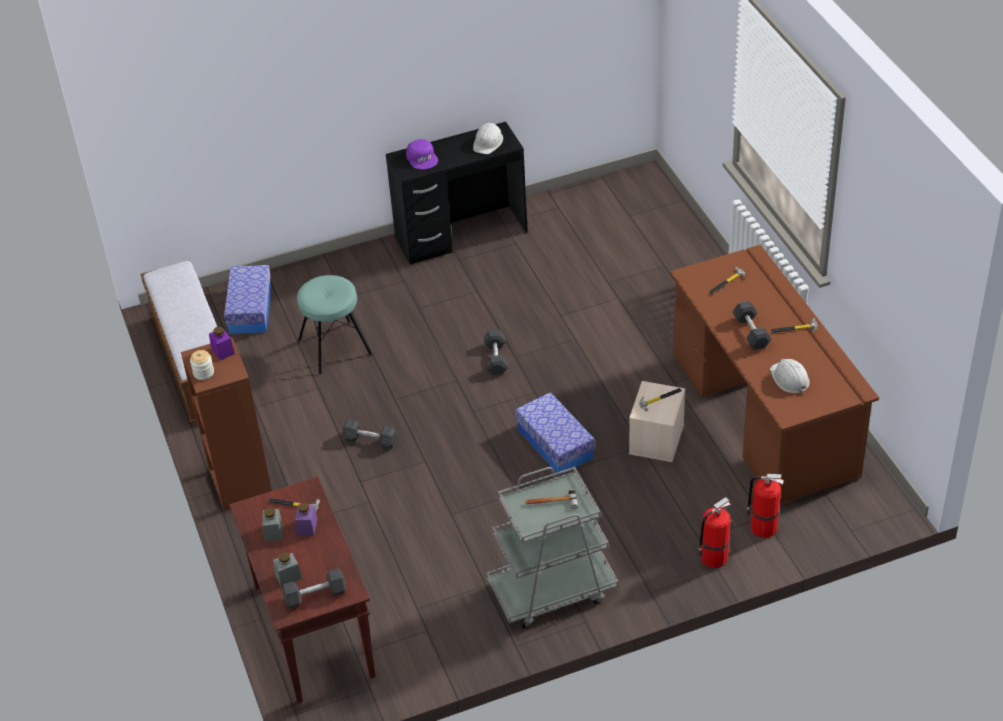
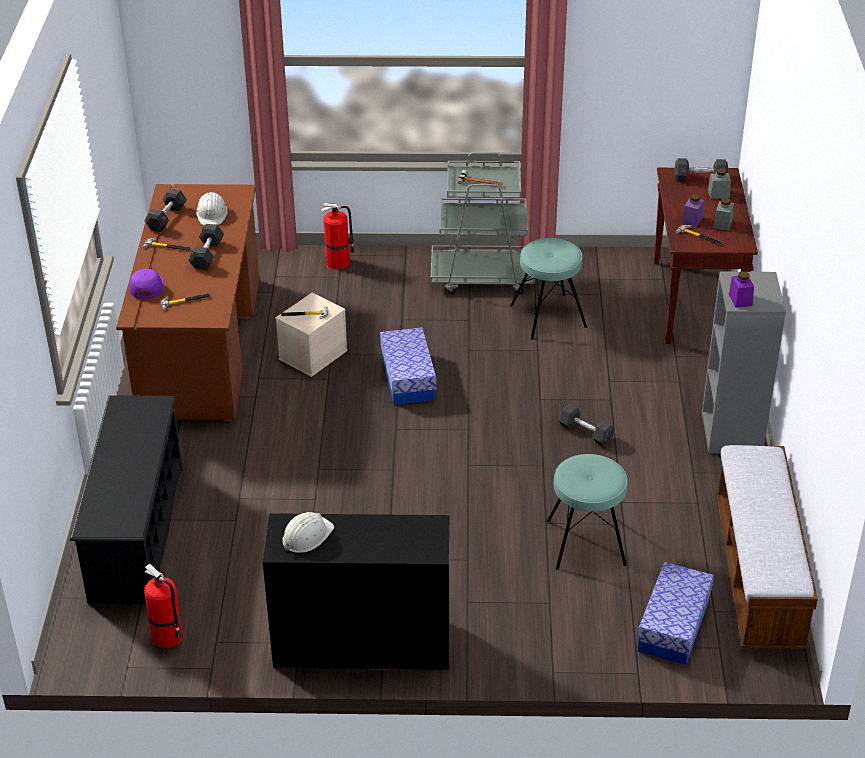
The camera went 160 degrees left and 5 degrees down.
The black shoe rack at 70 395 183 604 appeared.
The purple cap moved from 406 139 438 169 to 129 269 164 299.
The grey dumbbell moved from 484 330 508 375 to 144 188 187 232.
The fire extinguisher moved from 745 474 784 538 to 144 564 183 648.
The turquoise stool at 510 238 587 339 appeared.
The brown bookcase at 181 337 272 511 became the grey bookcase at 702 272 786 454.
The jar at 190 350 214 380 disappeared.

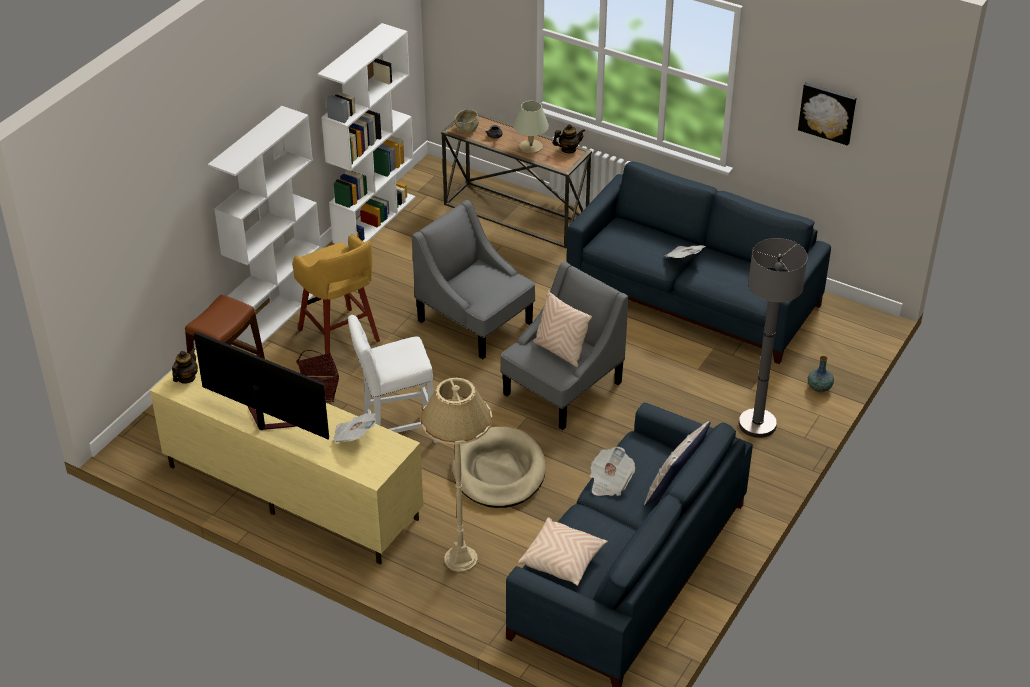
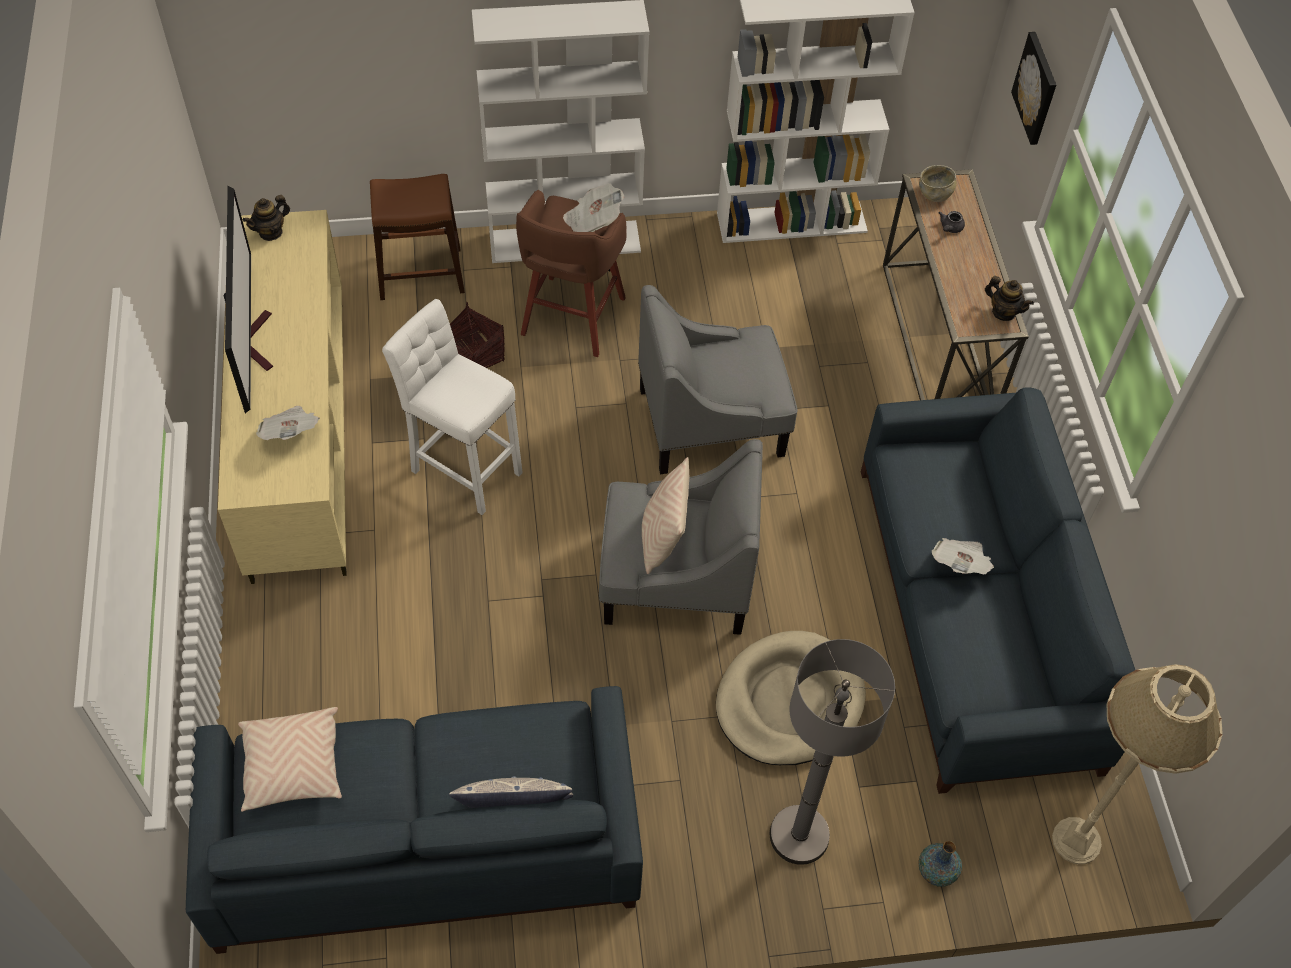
The camera went 50 degrees right and 15 degrees up.
The teapot at 172 348 198 384 turned 150 degrees clockwise.
The yellow stool at 292 234 380 363 became the brown stool at 516 190 627 357.
The newspaper moved from 590 447 635 496 to 563 183 624 232.
The grey armchair at 412 200 535 359 turned 105 degrees counterclockwise.
The beige dog bed moved from 452 426 546 508 to 716 631 866 765.
The picture moved from 798 83 856 146 to 1011 32 1056 145.
The beige floor lamp moved from 420 378 493 572 to 1052 664 1223 864.
The beige table lamp at 514 101 549 154 disappeared.

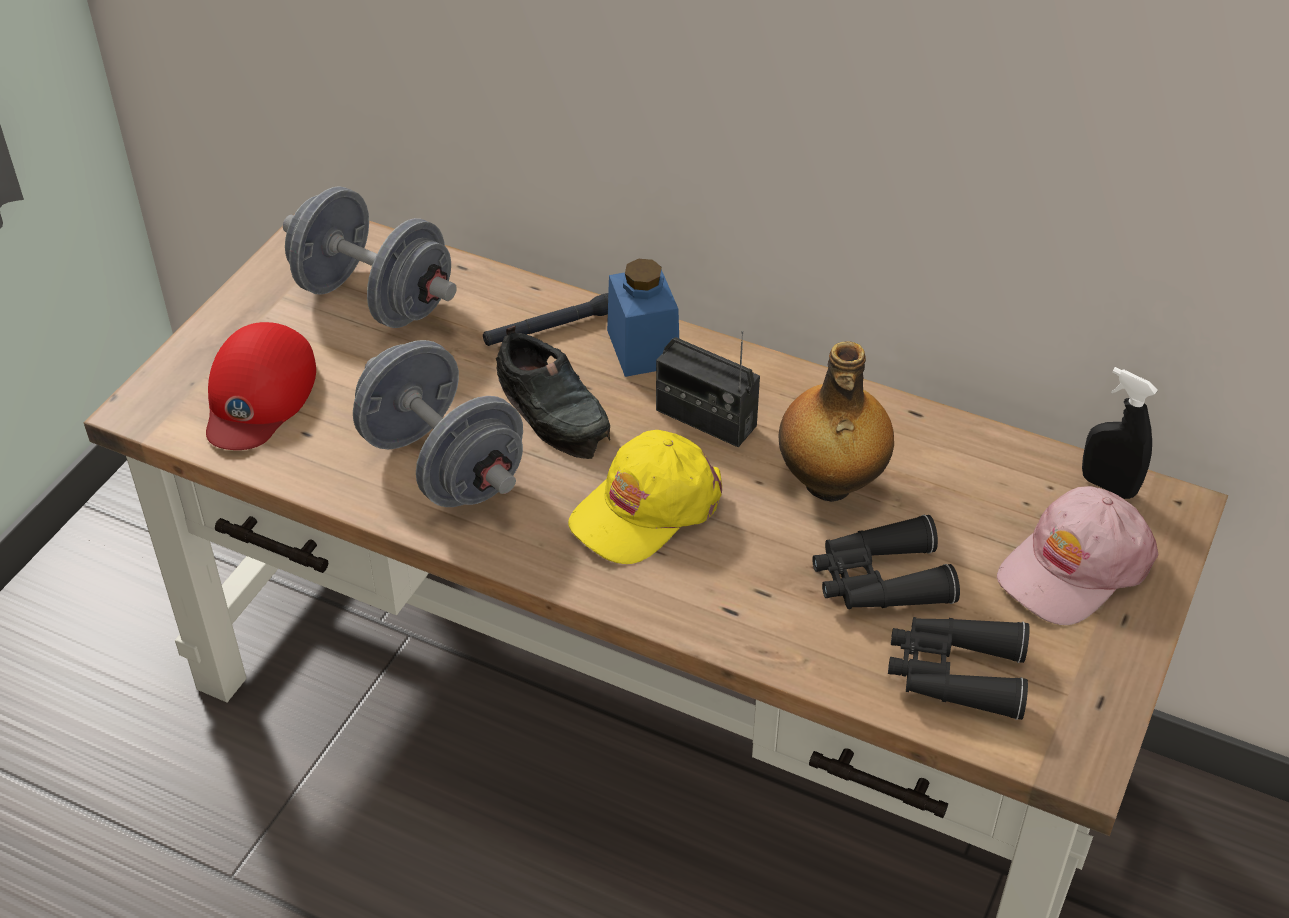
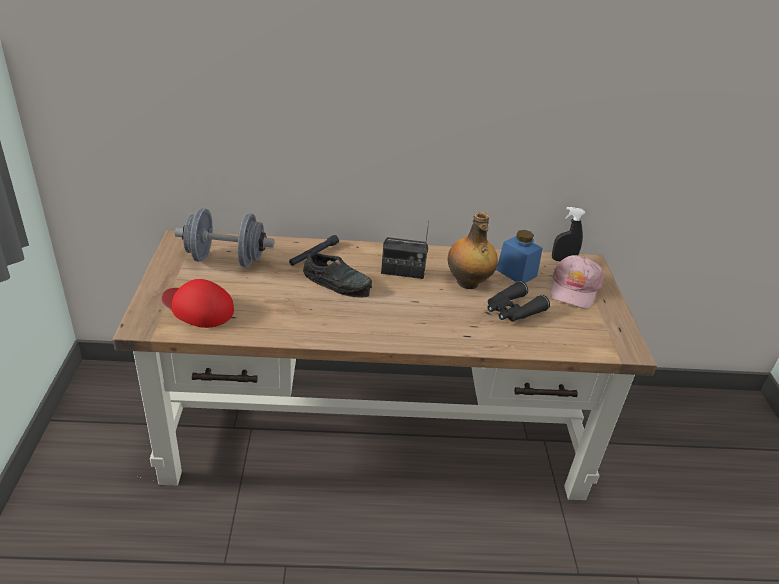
The camera went 30 degrees left and 10 degrees down.
The red cap at 206 322 316 450 turned 135 degrees clockwise.
The blue jar moved from 607 259 679 377 to 496 230 543 283.
The grey dumbbell at 353 340 523 507 disappeared.
The yellow cap at 568 430 722 564 disappeared.
The black binoculars at 888 617 1030 720 disappeared.

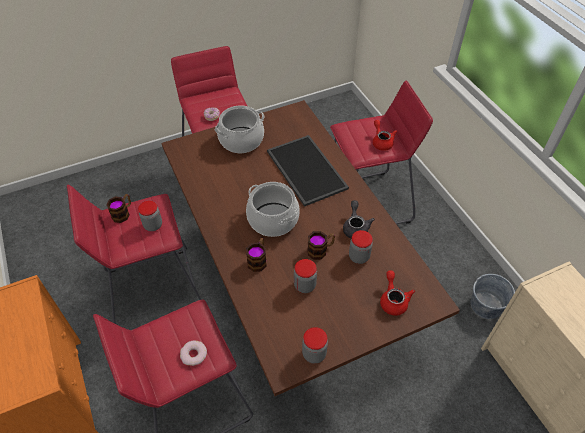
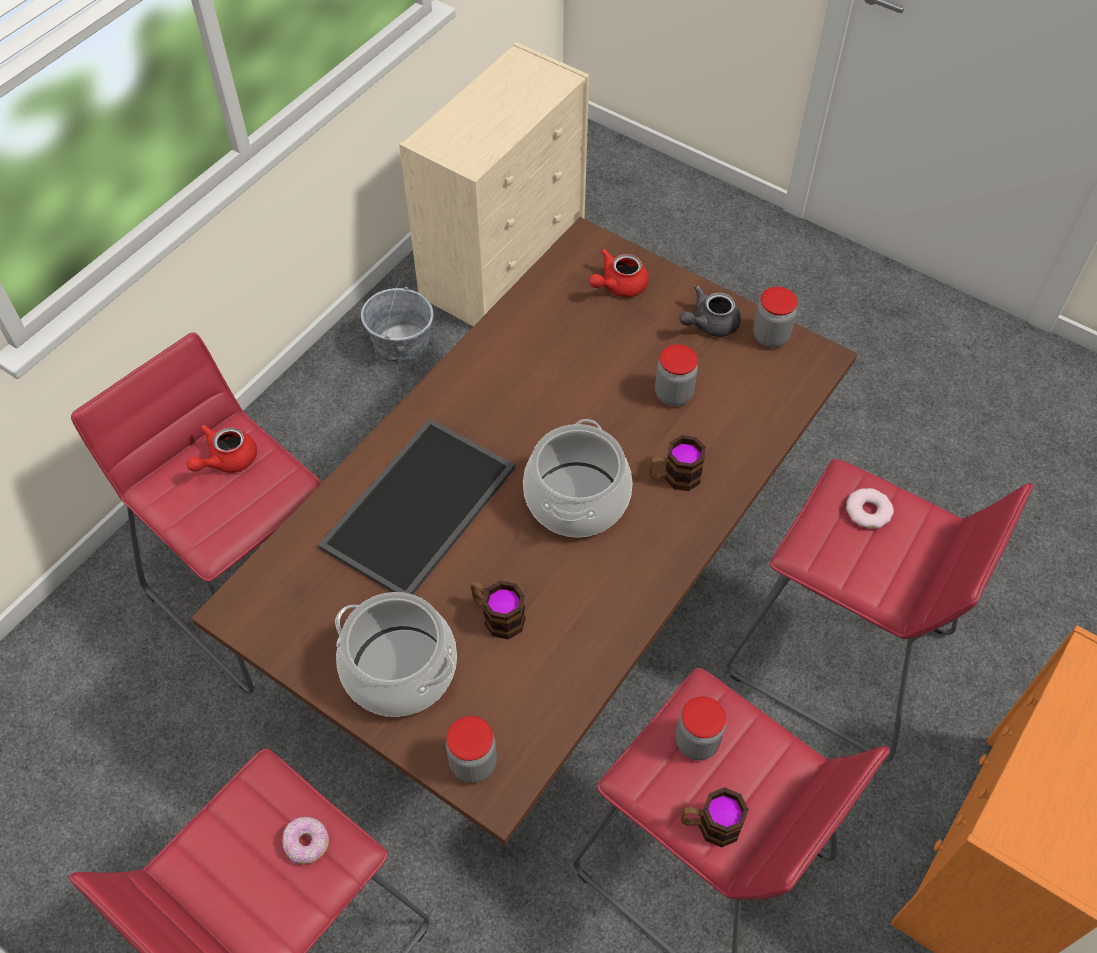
The camera went 120 degrees left and 5 degrees up.
The jar moved from 349 230 373 264 to 446 716 497 783.
The mug moved from 307 231 335 260 to 470 580 526 639.
The grey teapot moved from 343 200 375 239 to 679 285 741 337.

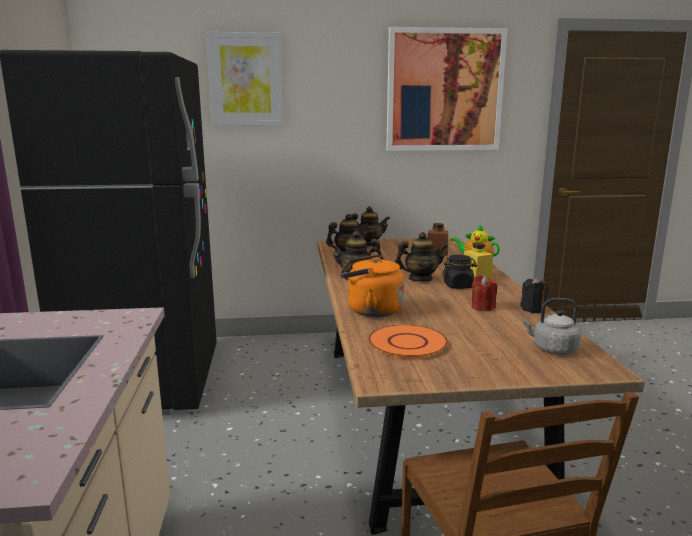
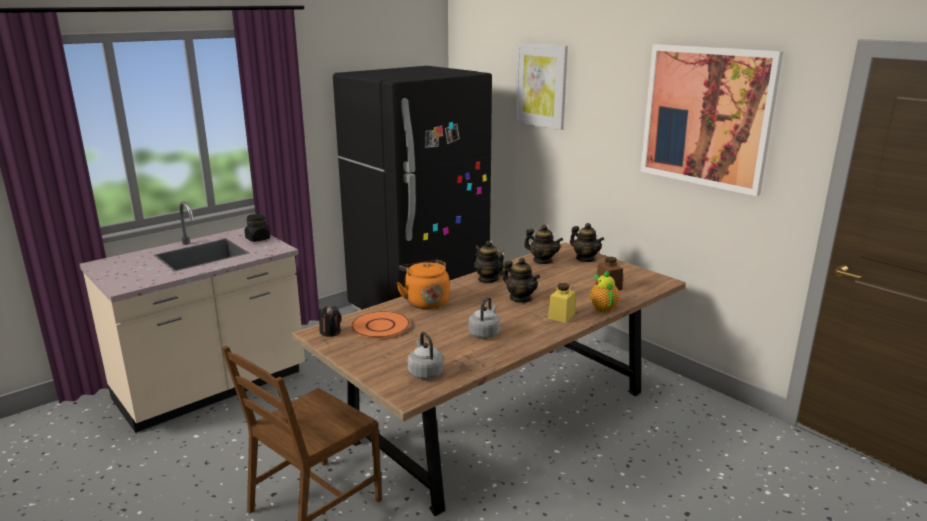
The camera went 55 degrees right and 5 degrees up.
The black jar moved from 442 255 477 289 to 245 214 270 242.
The black candle moved from 520 277 549 313 to 319 306 341 337.
The red candle at 472 275 497 311 was replaced by the grey kettle at 468 297 500 339.

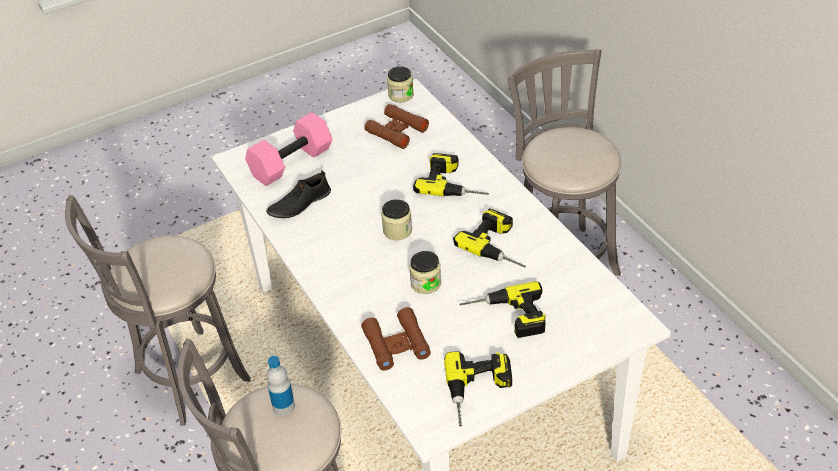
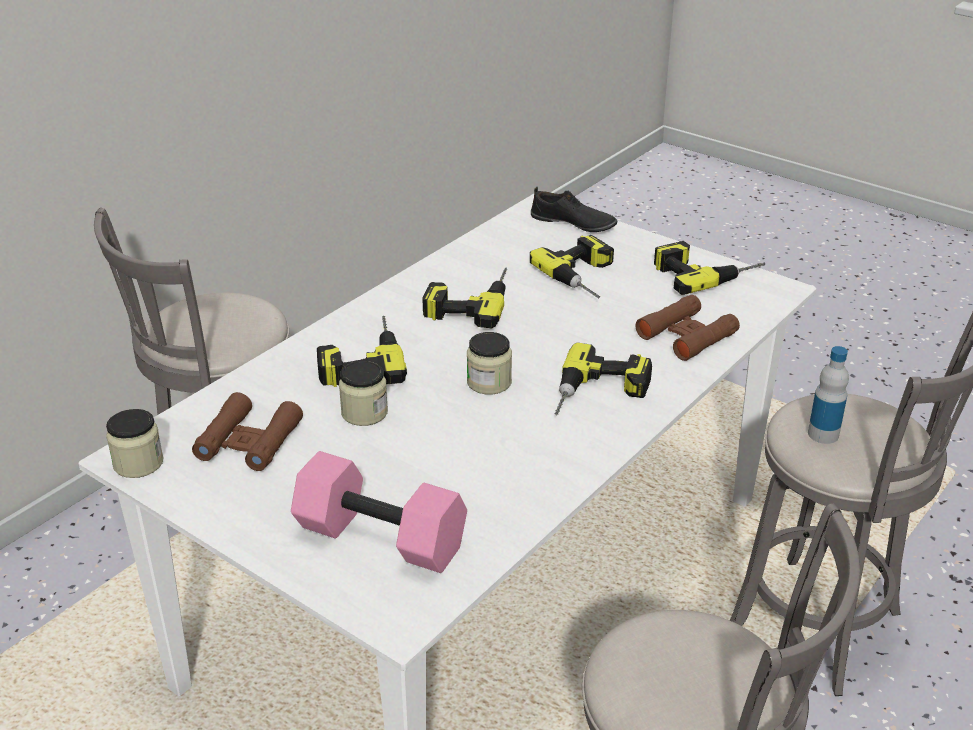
The camera went 115 degrees left and 10 degrees down.
The jar moved from 409 251 441 294 to 339 361 388 426.
The black shoe moved from 266 171 331 218 to 531 187 617 232.
The power drill at 554 342 652 416 appeared.

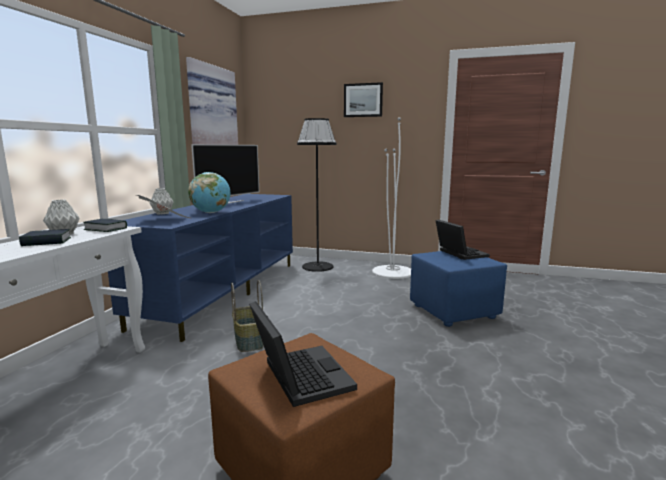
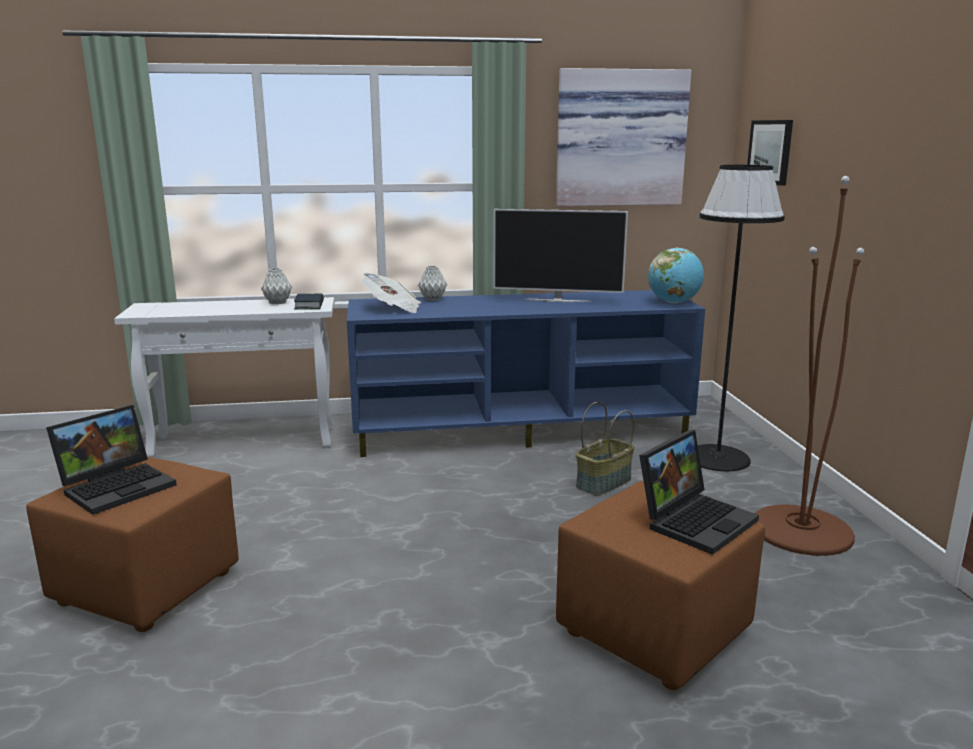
The camera went 65 degrees right and 5 degrees up.
The blue ottoman at 410 251 507 327 became the brown ottoman at 556 481 765 690.
The basket moved from 231 280 264 352 to 576 402 635 496.
The globe moved from 188 172 231 213 to 648 247 704 303.
The picture moved from 344 82 383 117 to 747 120 793 186.
The white floor lamp at 372 117 411 279 became the brown floor lamp at 755 176 864 556.
The book at 19 229 71 246 disappeared.

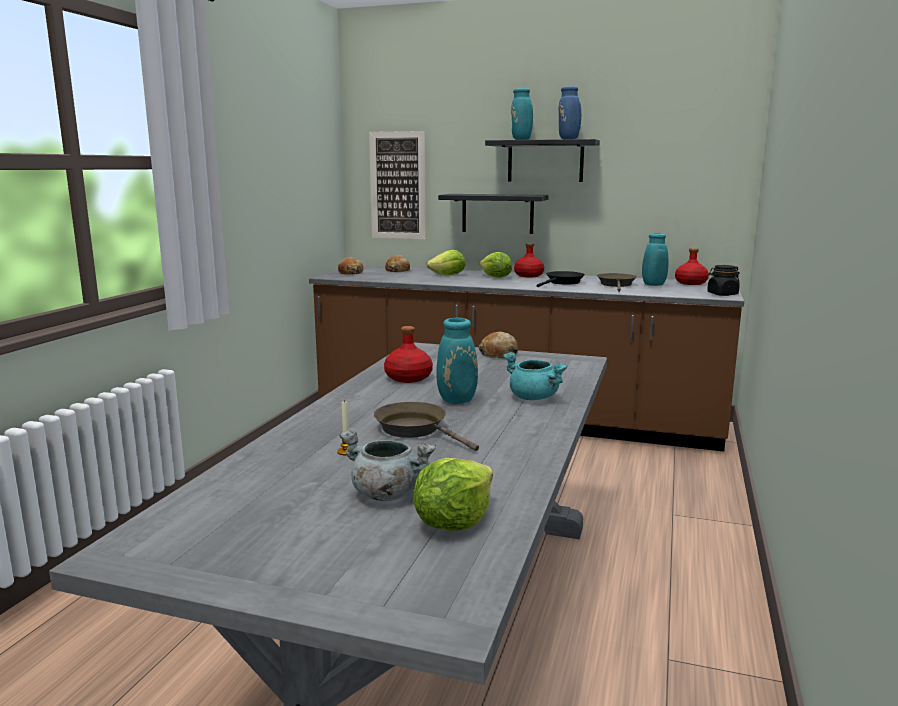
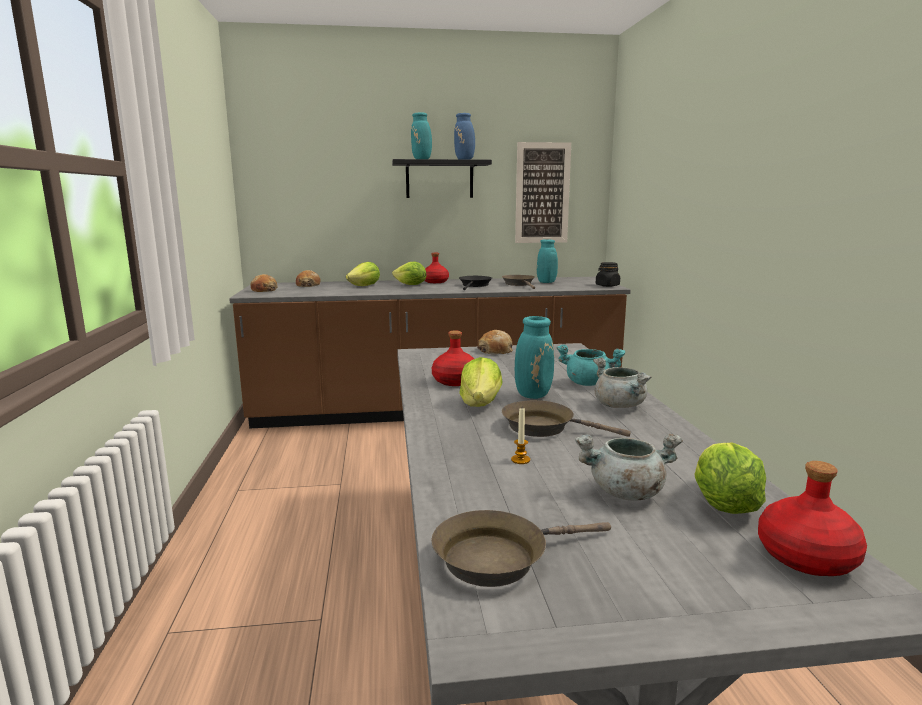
The camera went 25 degrees left and 0 degrees up.
The brown frying pan at 431 510 611 587 appeared.
The lettuce at 459 357 503 407 appeared.
The picture moved from 369 131 426 239 to 515 142 571 243.
The grey cooking pot at 593 357 652 408 appeared.
The red bottle moved from 675 248 709 285 to 758 461 867 576.
The black shelf at 438 194 549 234 disappeared.

